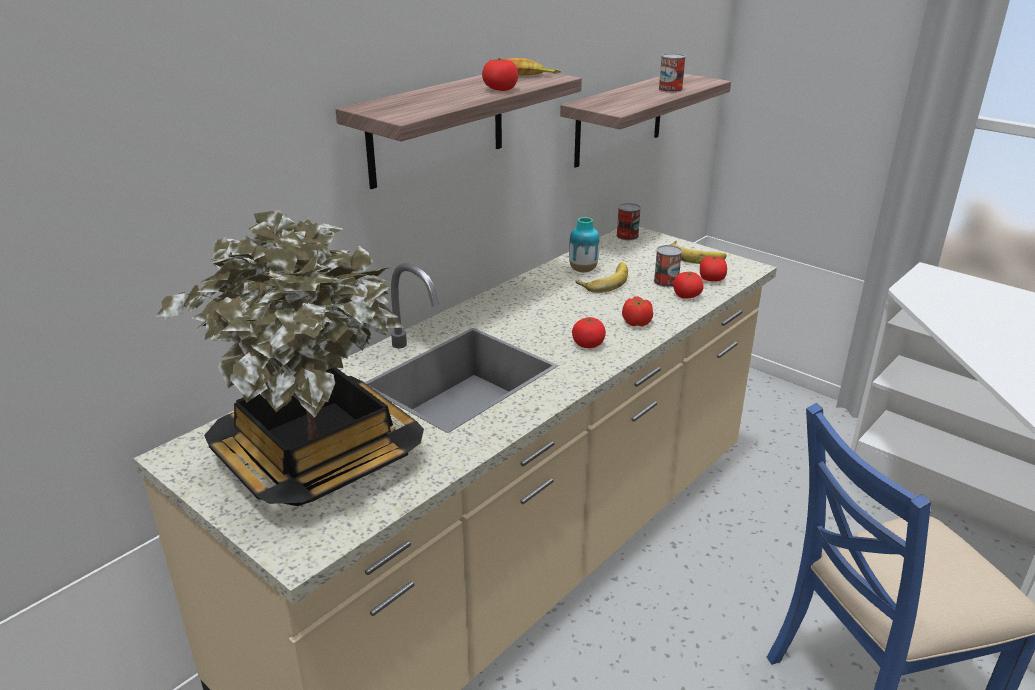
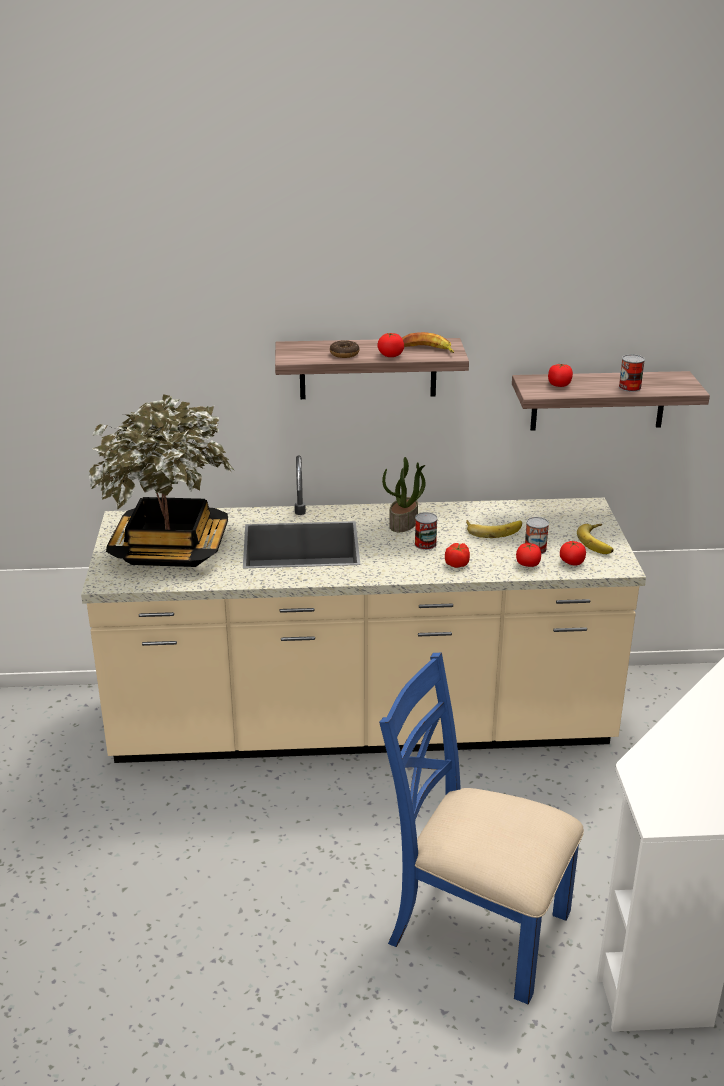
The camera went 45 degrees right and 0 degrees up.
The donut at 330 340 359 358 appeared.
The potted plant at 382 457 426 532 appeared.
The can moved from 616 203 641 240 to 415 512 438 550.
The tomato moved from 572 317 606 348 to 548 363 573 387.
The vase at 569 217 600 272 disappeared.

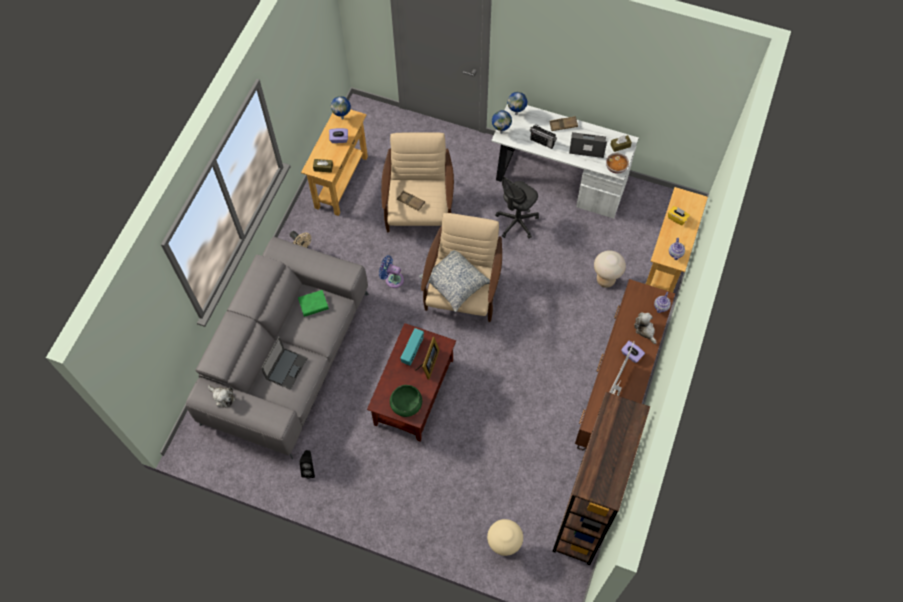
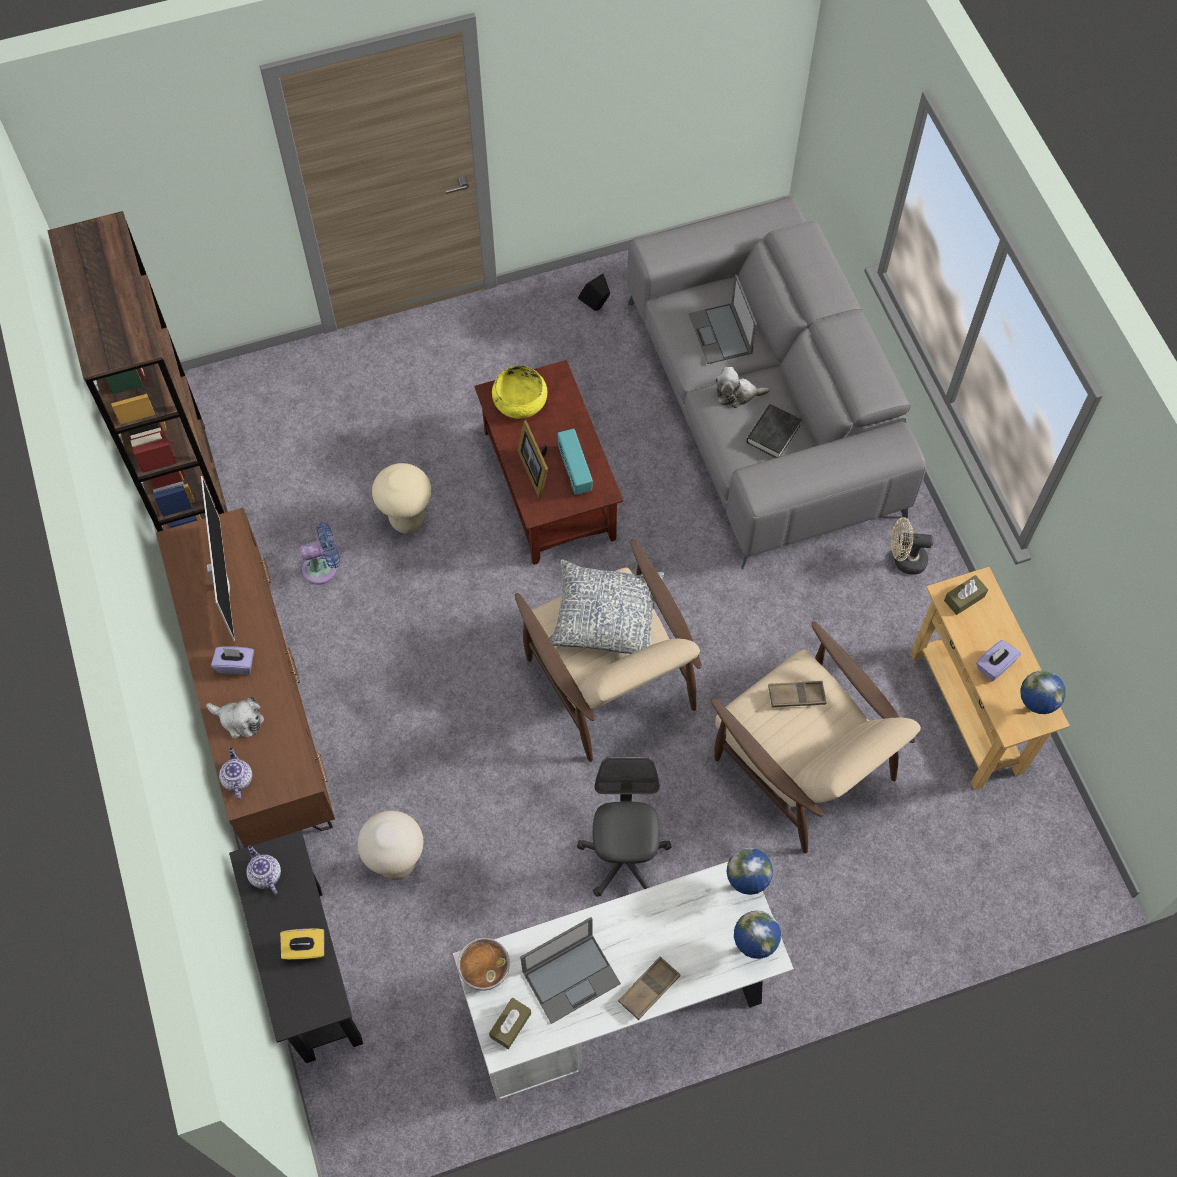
The camera went 140 degrees right and 0 degrees up.
The beige console table at 646 187 708 293 became the black console table at 229 830 363 1063.
The blue fan moved from 379 255 404 288 to 299 523 341 585.
The beige stool moved from 487 519 523 556 to 372 463 431 533.
The green bowl at 390 385 422 417 became the yellow bowl at 492 366 547 419.
The plush toy moved from 208 385 236 408 to 715 367 770 408.
The green book at 298 290 329 317 became the black book at 746 404 802 458.
The radio at 530 124 557 149 disappeared.

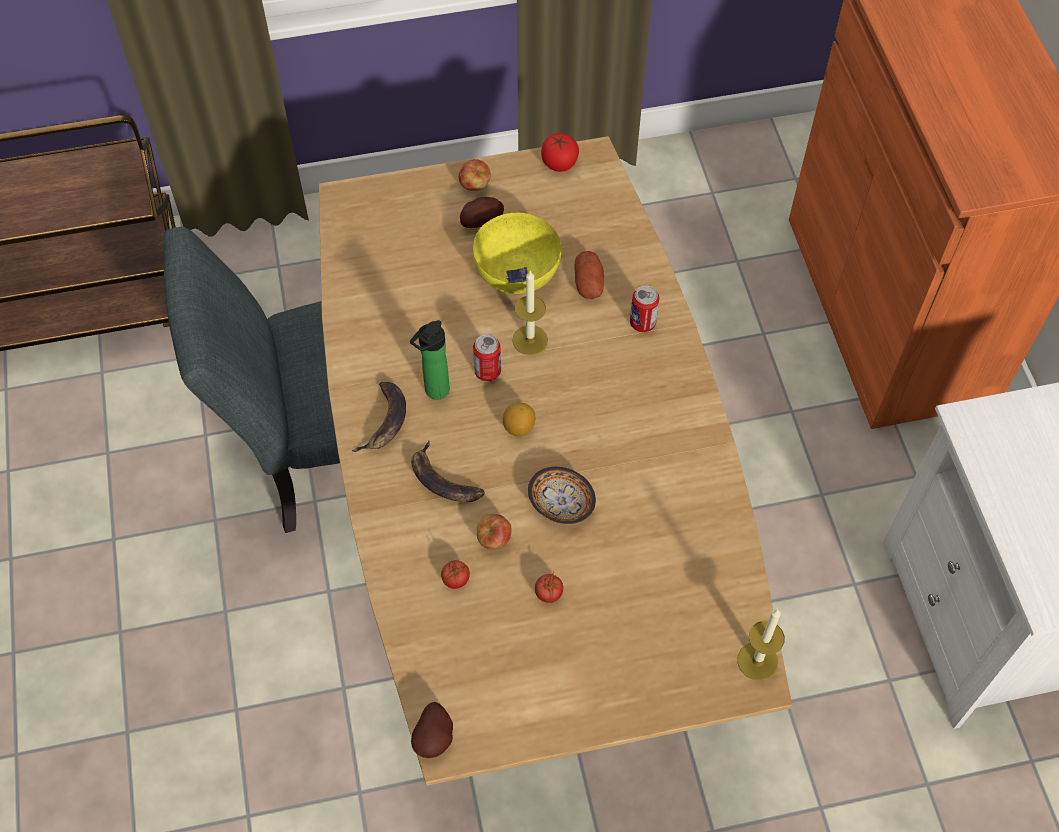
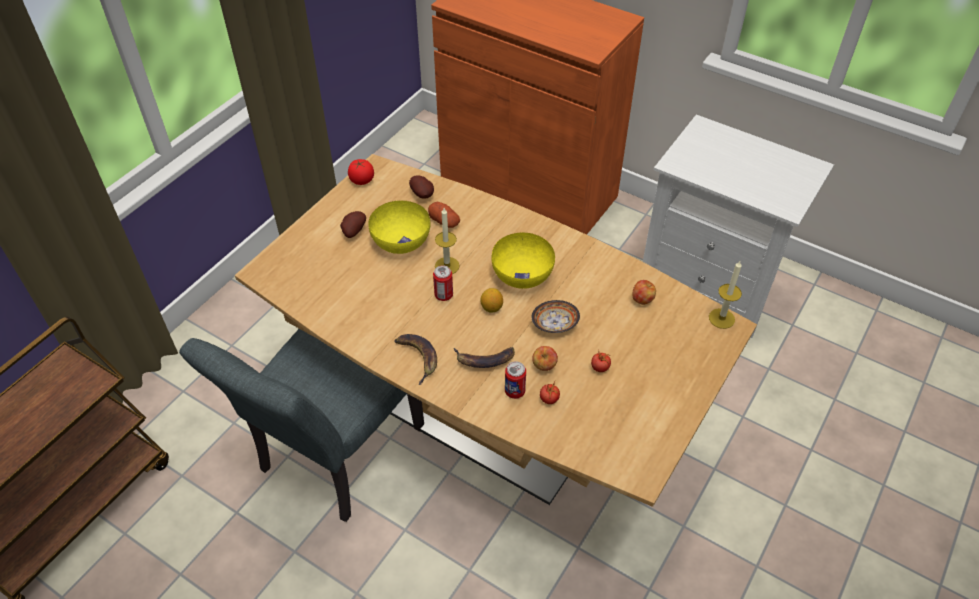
The camera went 45 degrees left and 10 degrees down.
The potato moved from 411 702 453 758 to 409 175 434 199.
The yellow bowl at 491 233 555 289 appeared.
The can moved from 630 285 659 332 to 505 361 526 399.
The apple moved from 459 159 491 191 to 632 280 656 305.
The bottle at 410 320 450 400 disappeared.

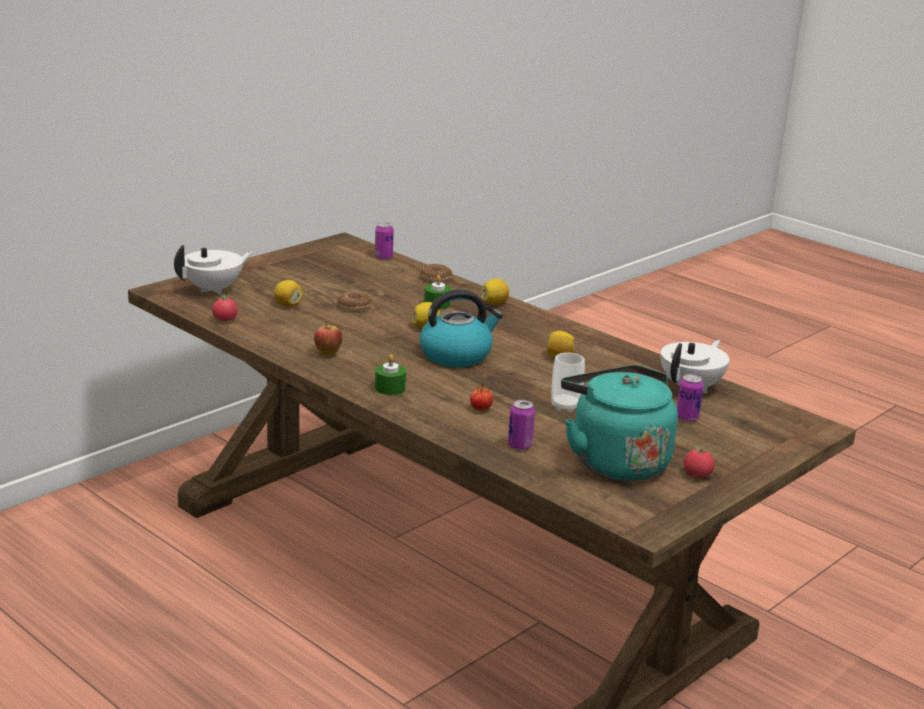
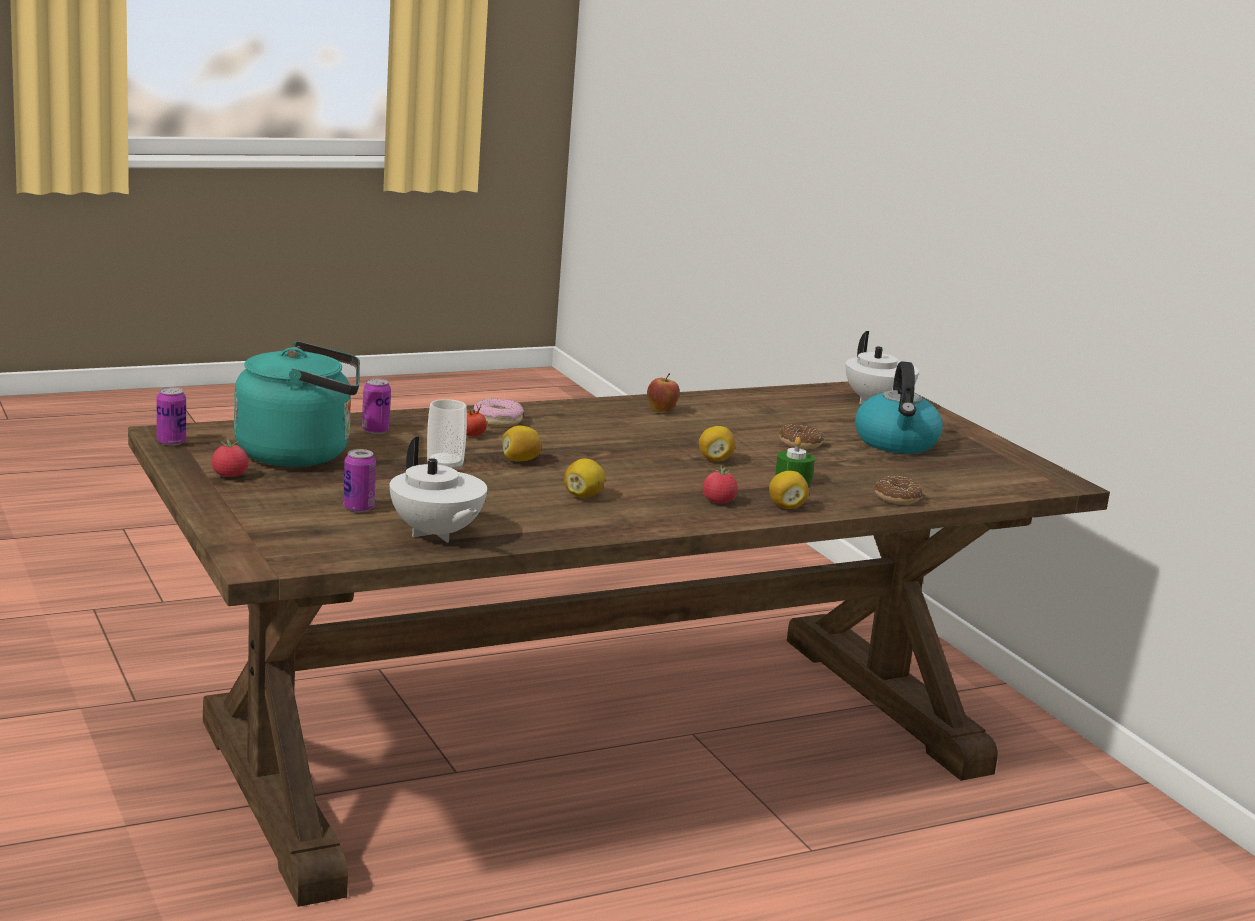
The camera went 110 degrees right and 5 degrees down.
The can moved from 375 222 394 260 to 156 387 186 446.
The donut at 474 398 524 427 appeared.
The lemon moved from 274 280 303 307 to 502 426 541 462.
The tomato moved from 212 293 238 321 to 703 466 738 504.
The kettle moved from 419 289 503 367 to 855 361 943 454.
The green candle at 375 355 406 395 disappeared.

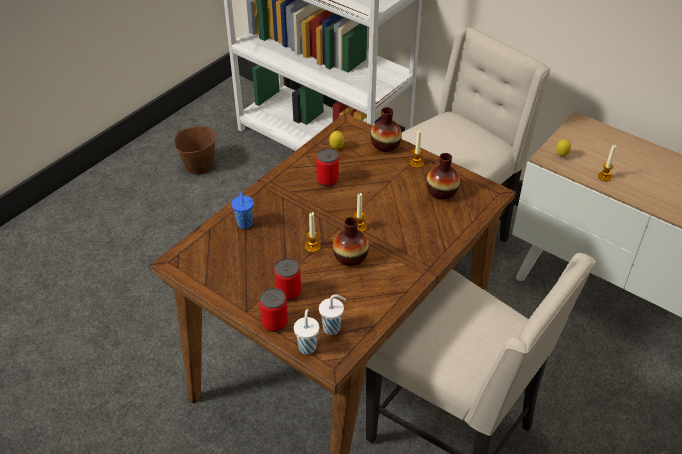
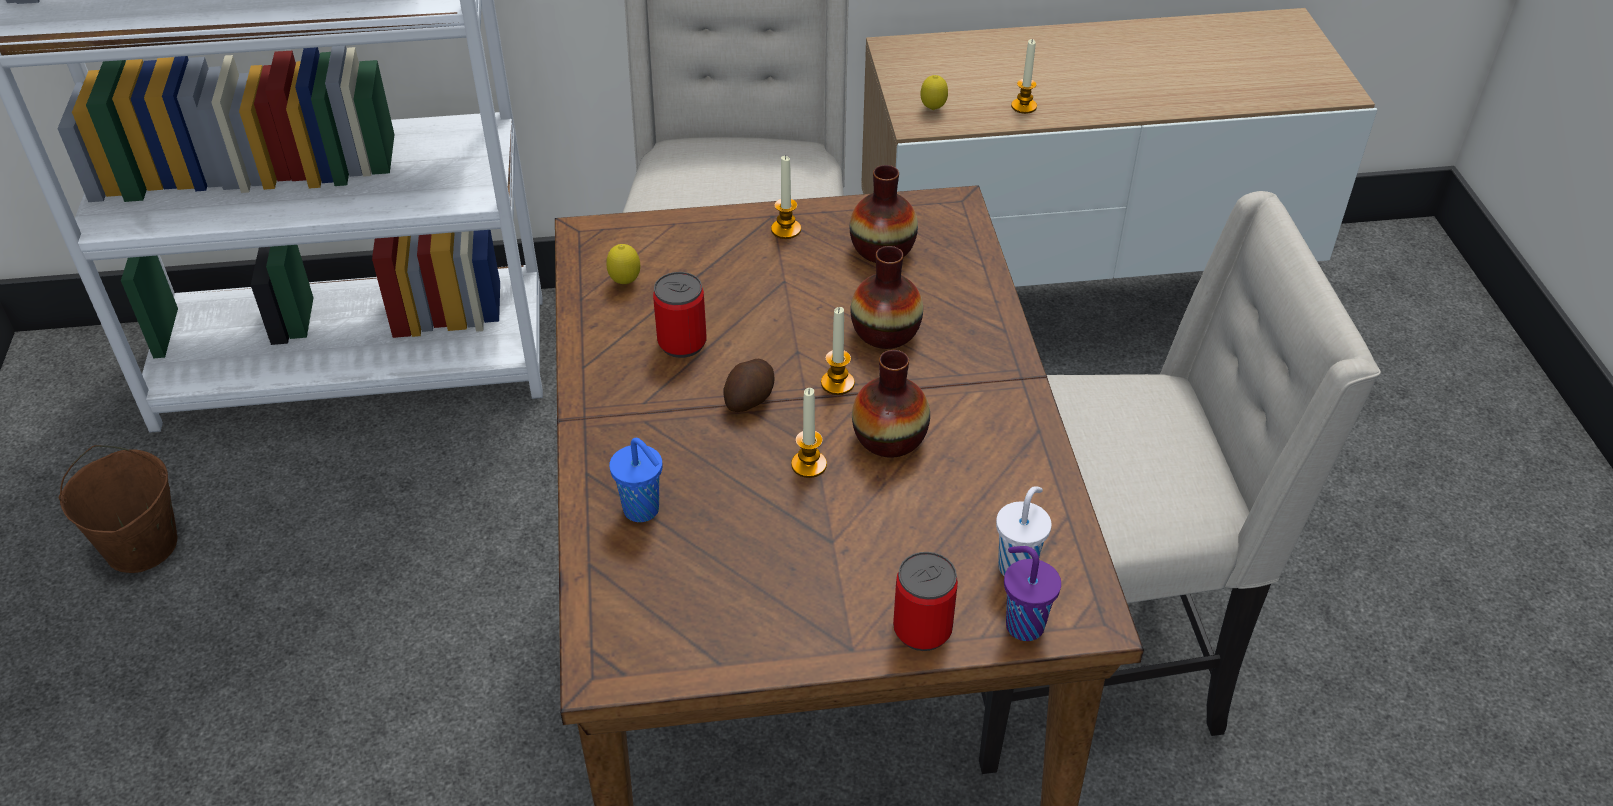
The camera went 45 degrees left and 0 degrees up.
The potato at 724 359 774 412 appeared.
The vase moved from 371 107 402 152 to 850 246 923 349.
The white cup at 294 309 319 354 became the purple cup at 1004 546 1061 641.
The can at 274 258 301 301 disappeared.

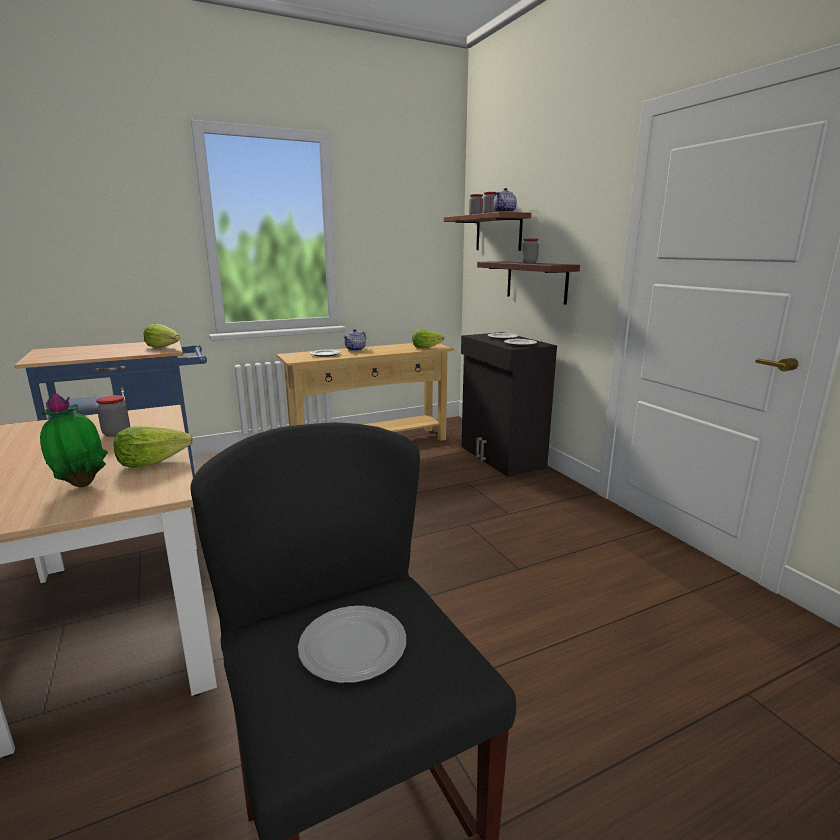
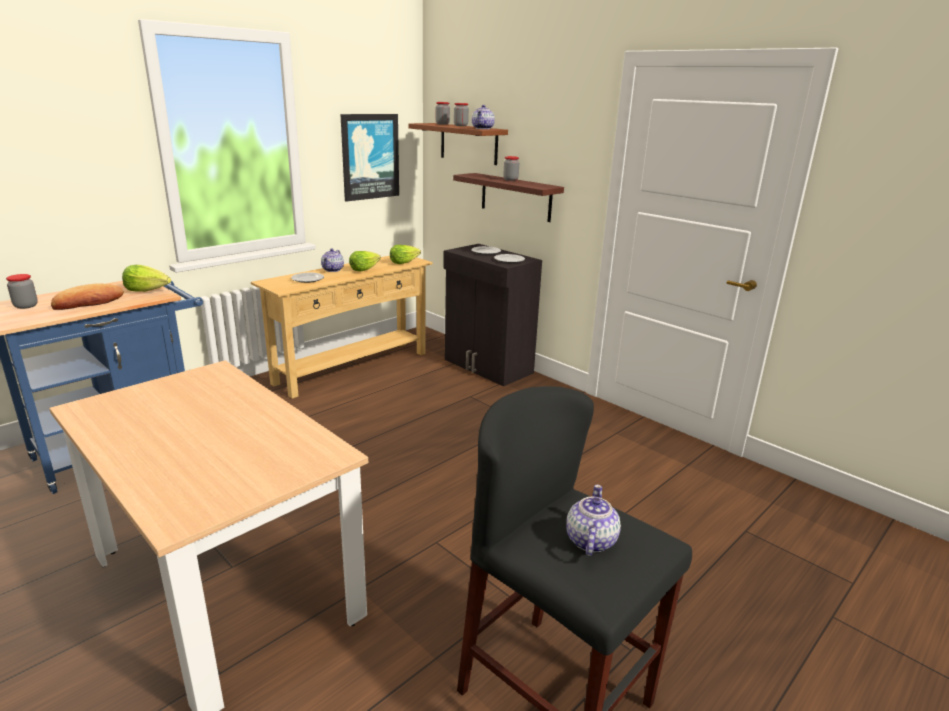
The camera went 20 degrees left and 5 degrees up.
The jar moved from 96 395 130 437 to 6 274 38 309.
The bread at 51 283 124 310 appeared.
The picture at 340 114 399 202 appeared.
The lettuce moved from 114 426 193 468 to 349 251 381 272.
The plate at 298 606 406 683 was replaced by the teapot at 566 485 621 556.
The potted plant at 40 393 108 487 disappeared.

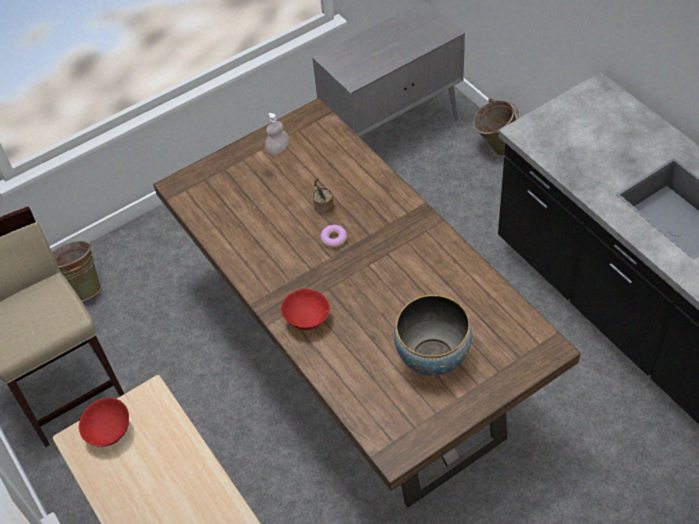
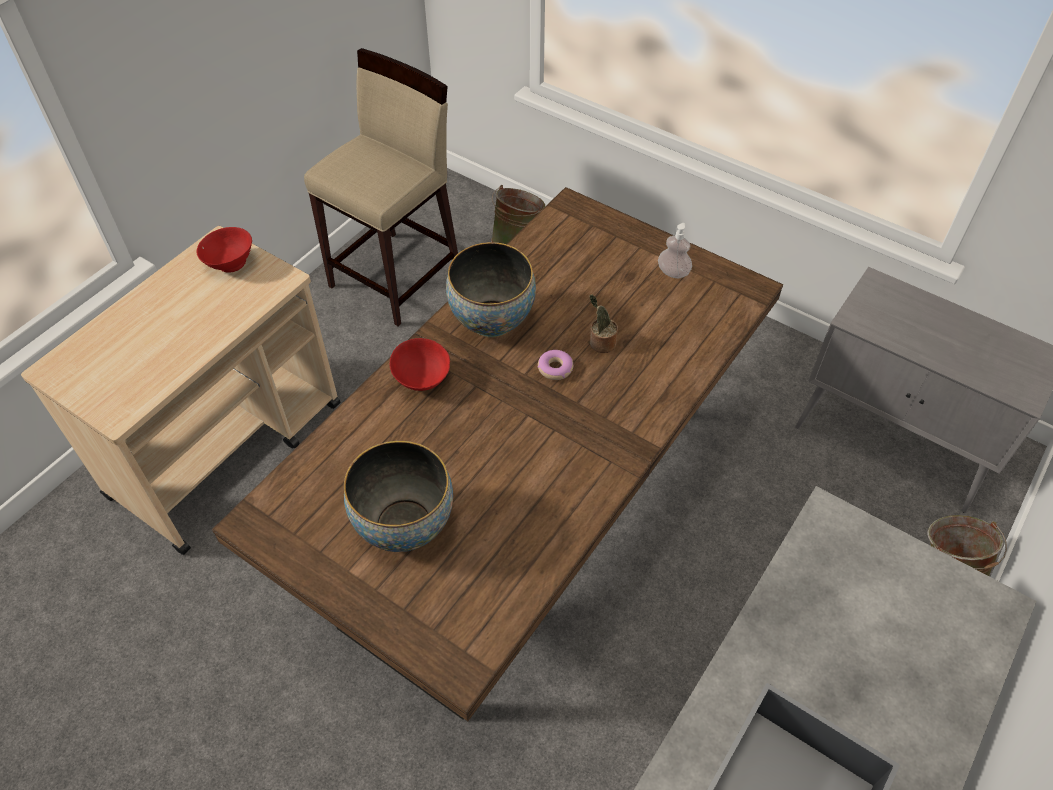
The camera went 65 degrees right and 0 degrees up.
The bowl at 446 242 536 338 appeared.

